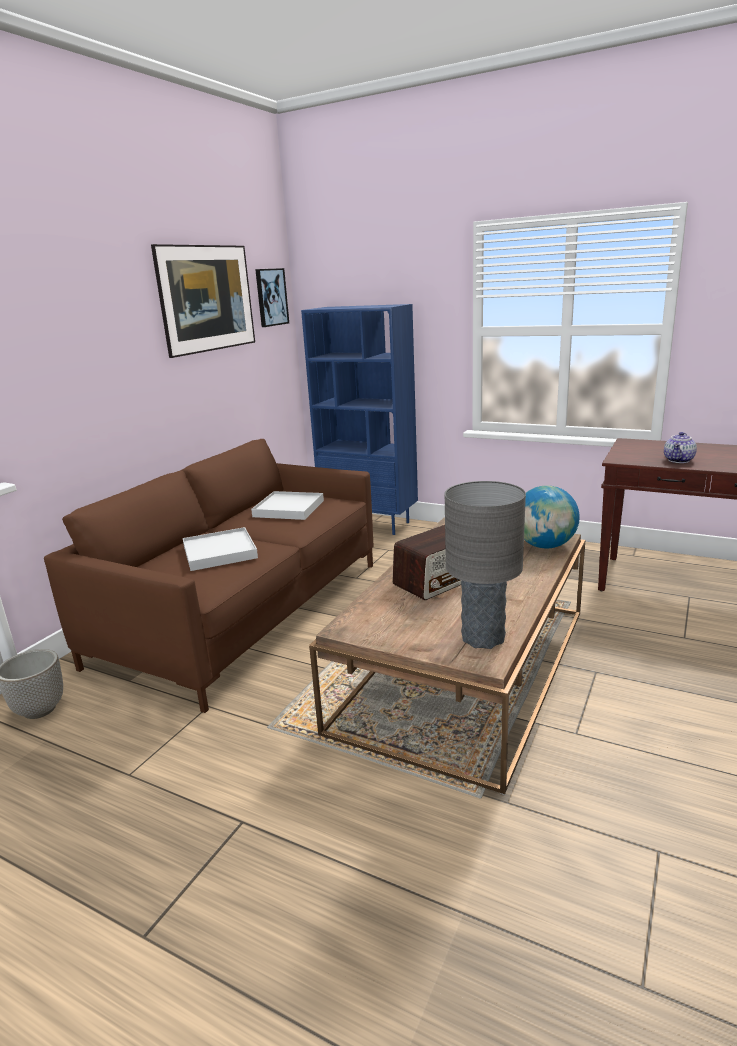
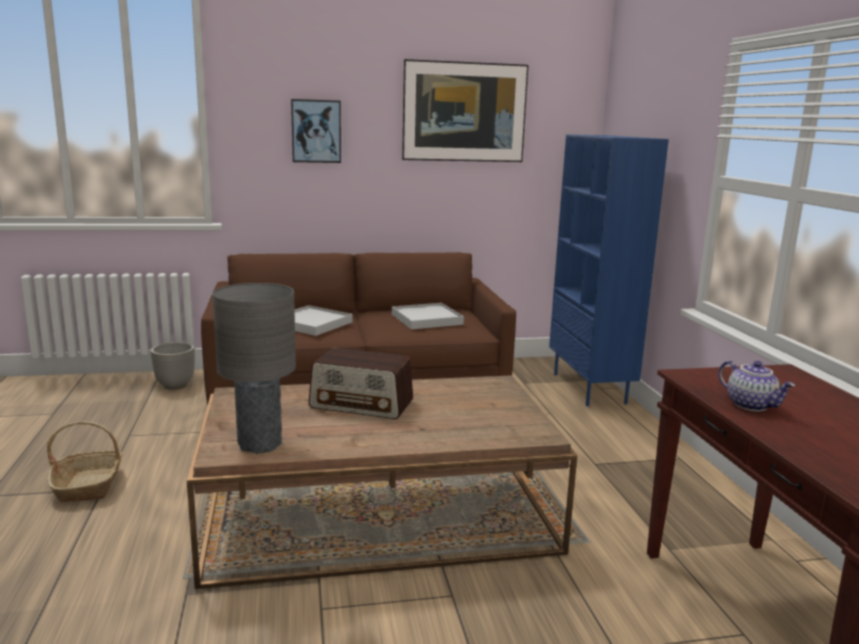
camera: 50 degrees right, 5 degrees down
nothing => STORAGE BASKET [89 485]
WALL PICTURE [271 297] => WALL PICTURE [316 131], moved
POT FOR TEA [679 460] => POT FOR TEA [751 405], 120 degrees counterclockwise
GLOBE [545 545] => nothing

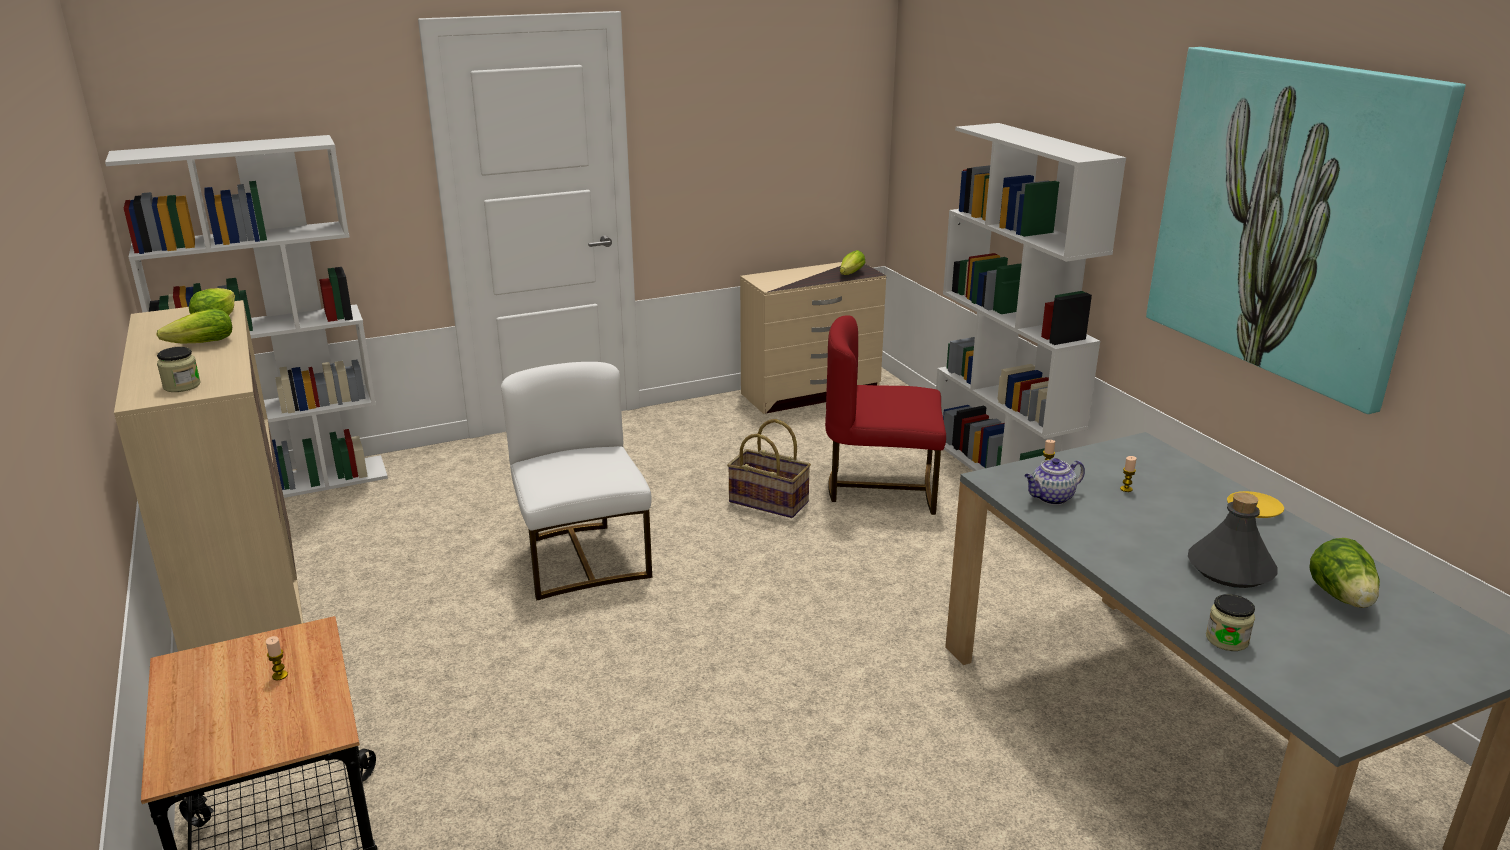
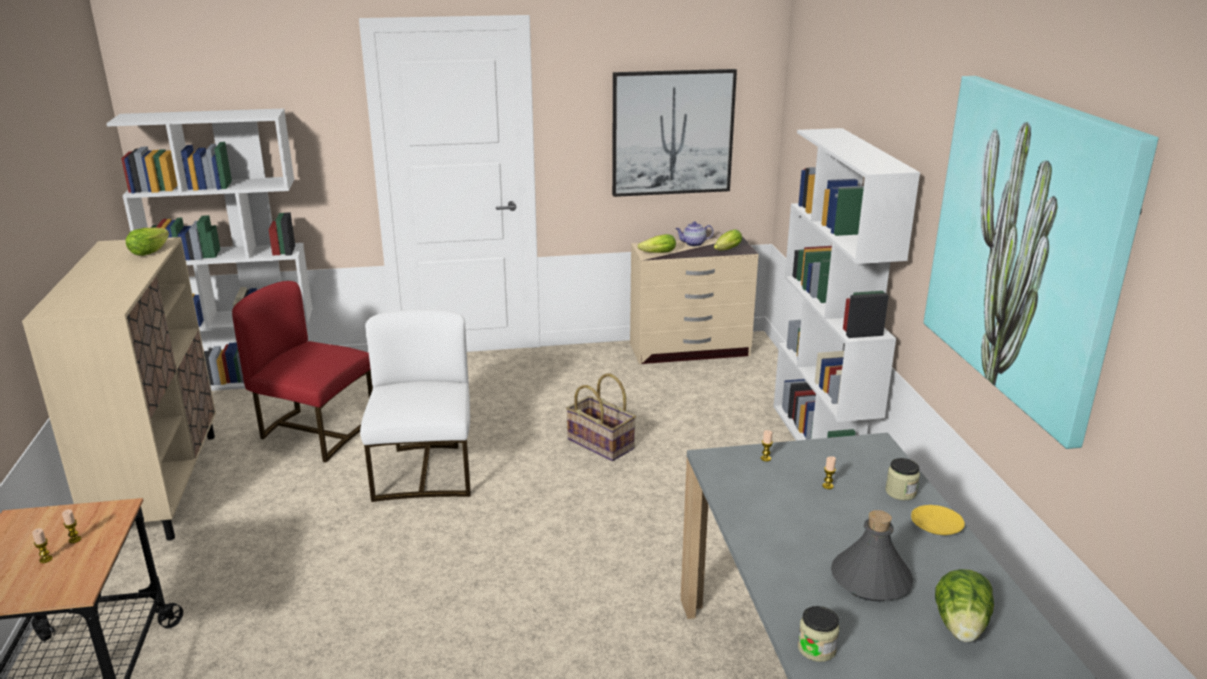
camera: 15 degrees right, 0 degrees up
nothing => WAX CANDLE [46 559]
RED-COLOURED CHAIR [882 487] => RED-COLOURED CHAIR [315 432], moved
nothing => WALL PICTURE [672 133]
LETTUCE HEAD [198 344] => LETTUCE HEAD [656 253], moved
POT FOR TEA [1051 498] => POT FOR TEA [693 244], moved
STORAGE JAR [182 386] => STORAGE JAR [900 492], moved

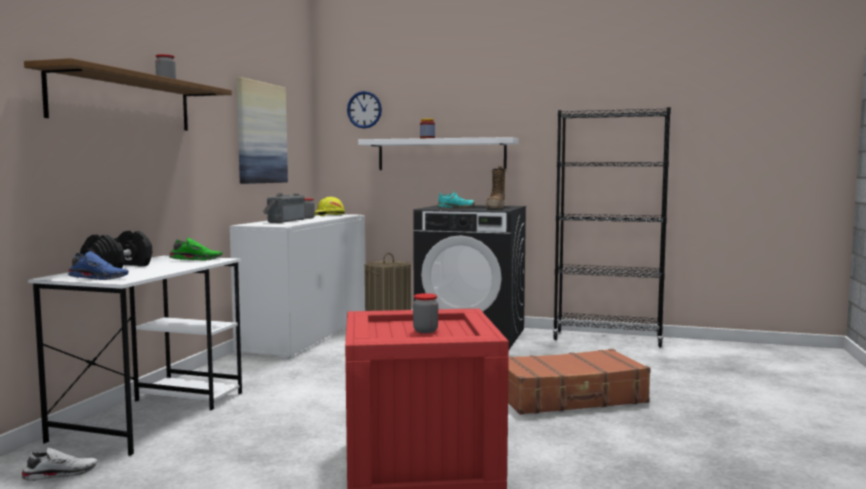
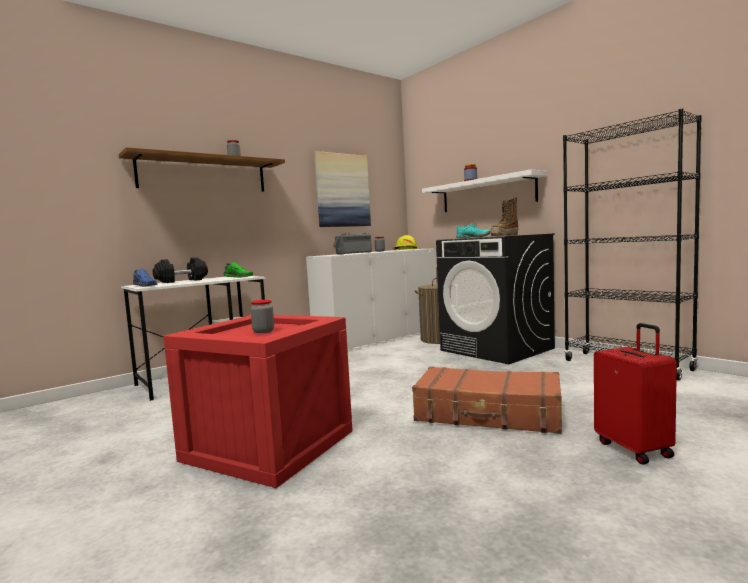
camera: 35 degrees right, 0 degrees up
nothing => RED-COLOURED TRAVEL CASE [635 449]
WHITISH LOW SHOE [60 474] => nothing
HANGING CLOCK [364 109] => nothing

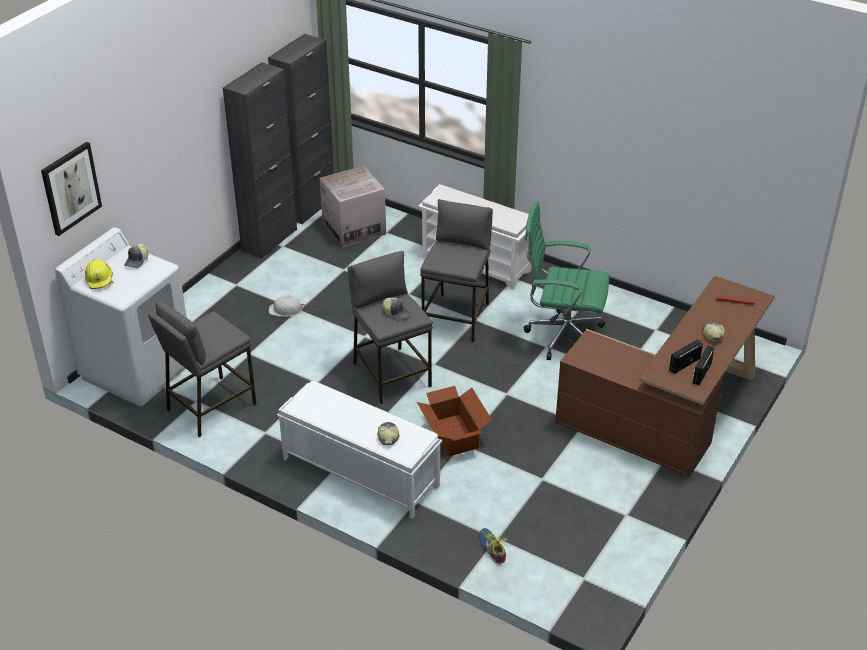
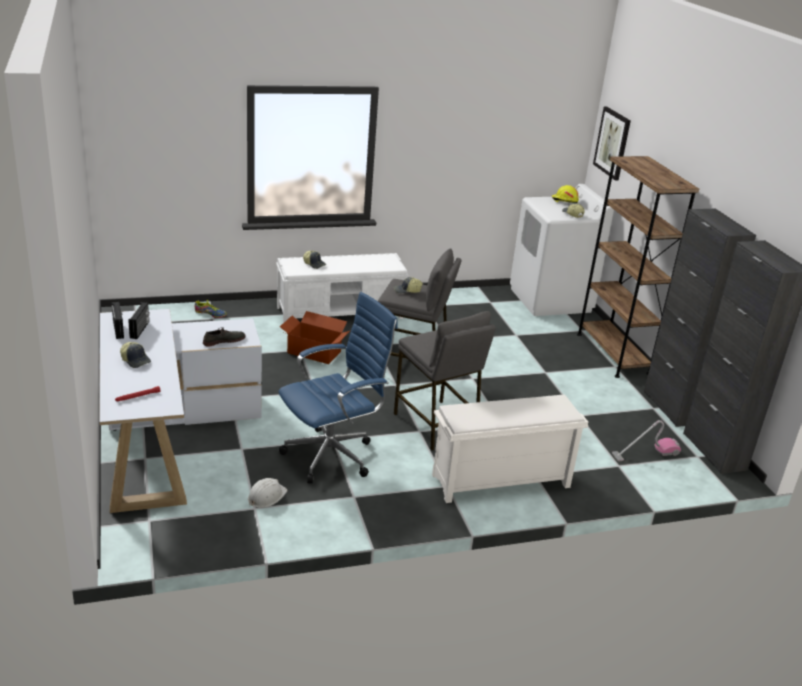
camera: 130 degrees right, 10 degrees down
BROWNISH DESK [669 414] => WHITISH DESK [167 438]
nothing => GREY LOW SHOE [224 340]
WHITISH WORK HELMET [286 310] => WHITISH WORK HELMET [266 496], moved
GREENISH DESK CHAIR [561 336] => BLUISH DESK CHAIR [333 455]
nothing => BROWNISH SHELVING UNIT [613 353]
CARDBOARD BOX [354 228] => VACUUM [645 453]
GREY STOOL [210 406] => nothing

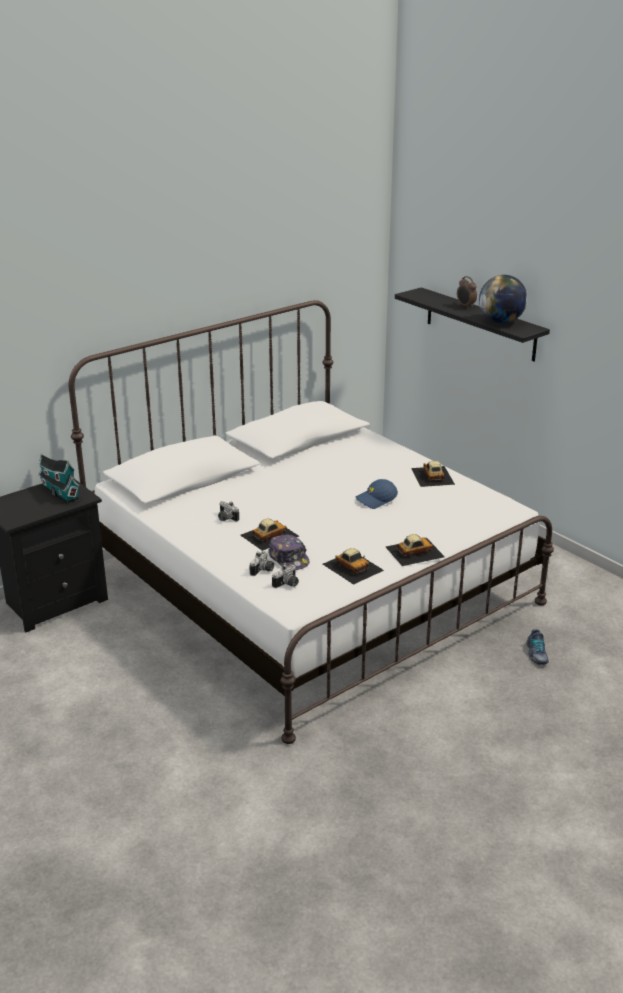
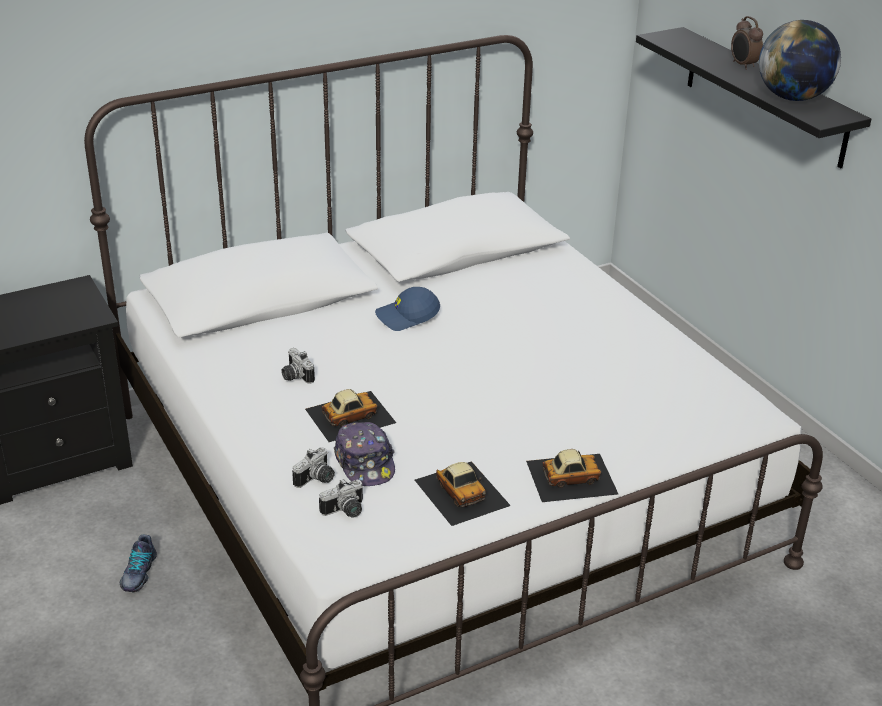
camera: 10 degrees right, 5 degrees up
LOW SHOE [536 654] => LOW SHOE [138 573], moved
BLUISH PEAKED CAP [376 500] => BLUISH PEAKED CAP [407 317], moved
TOY HOUSE [59 492] => nothing
TOY CAR [432 476] => nothing

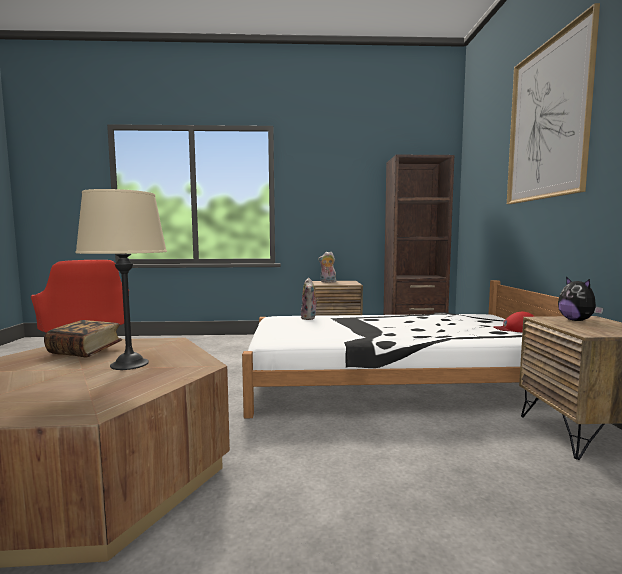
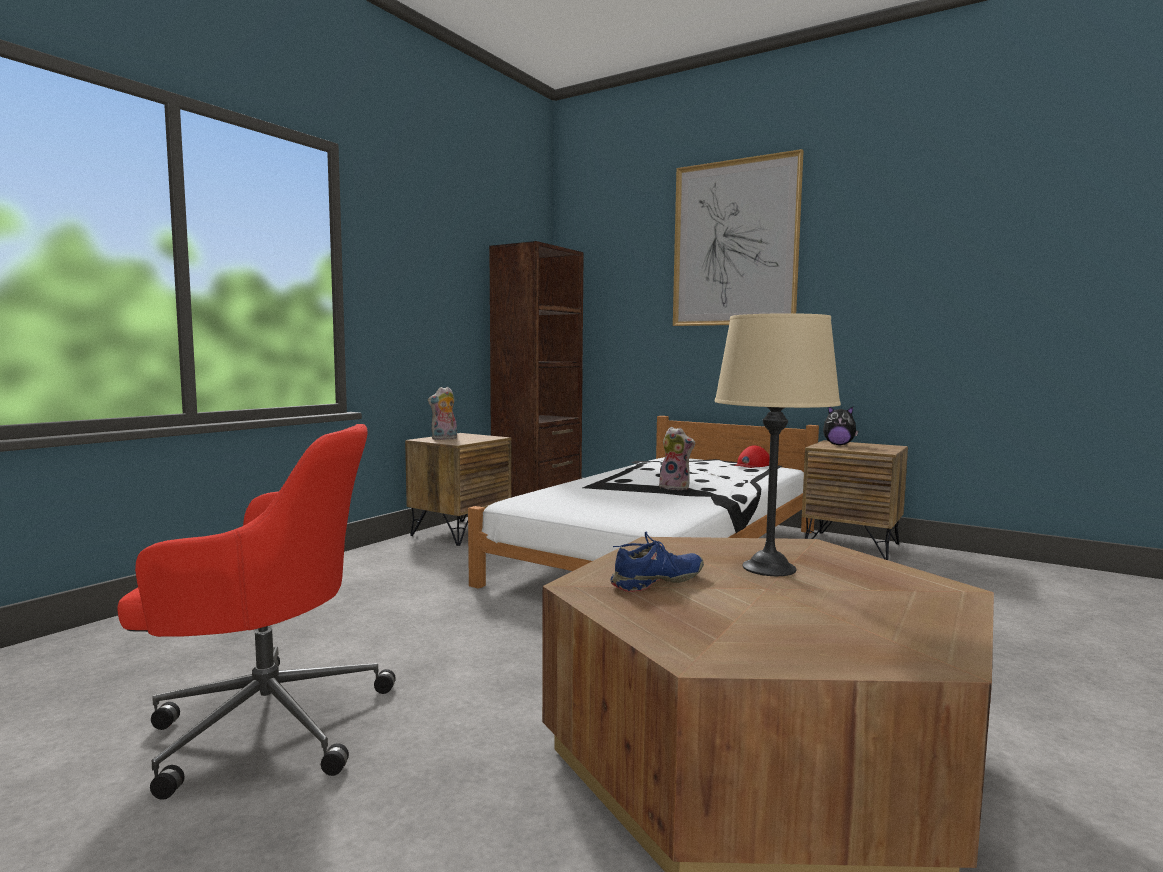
camera: 55 degrees left, 0 degrees up
BOUND BOOK [85 351] => BLUISH LOW SHOE [657 582]
PLUSH TOY [309 318] => PLUSH TOY [676 487], moved

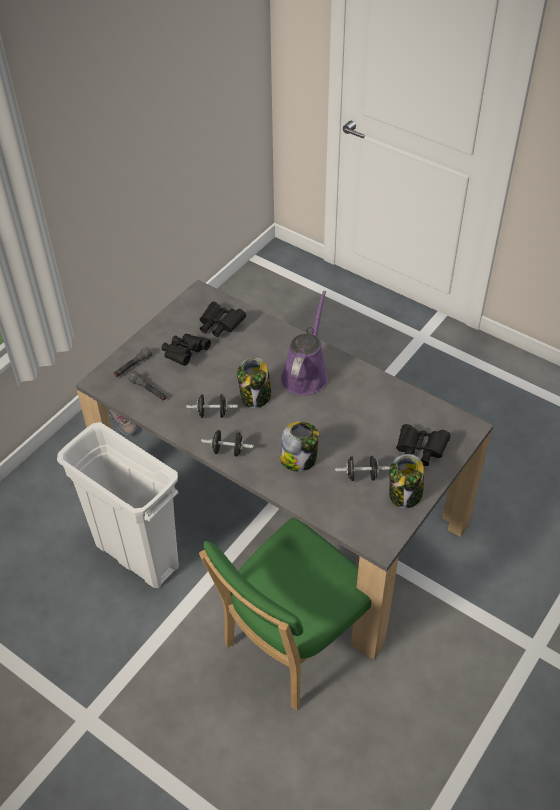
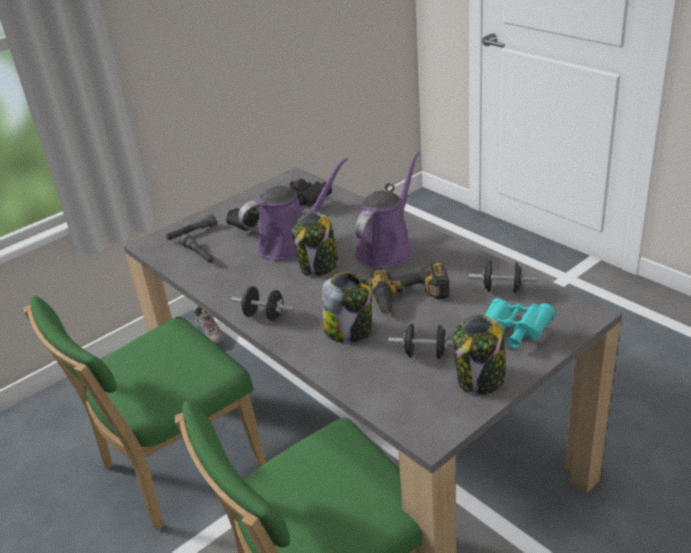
camera: 15 degrees right, 15 degrees down
WHITISH TRASH CAN [136 556] => GREENISH CHAIR [175 468]
nothing => PURPLE SPRINKLING CAN [290 243]
nothing => DRILL [411 299]
BLACKISH DUMBBELL [212 413] => BLACKISH DUMBBELL [502 290], moved
BLACKISH PAIR OF BINOCULARS [419 451] => TURQUOISE PAIR OF BINOCULARS [512 333]

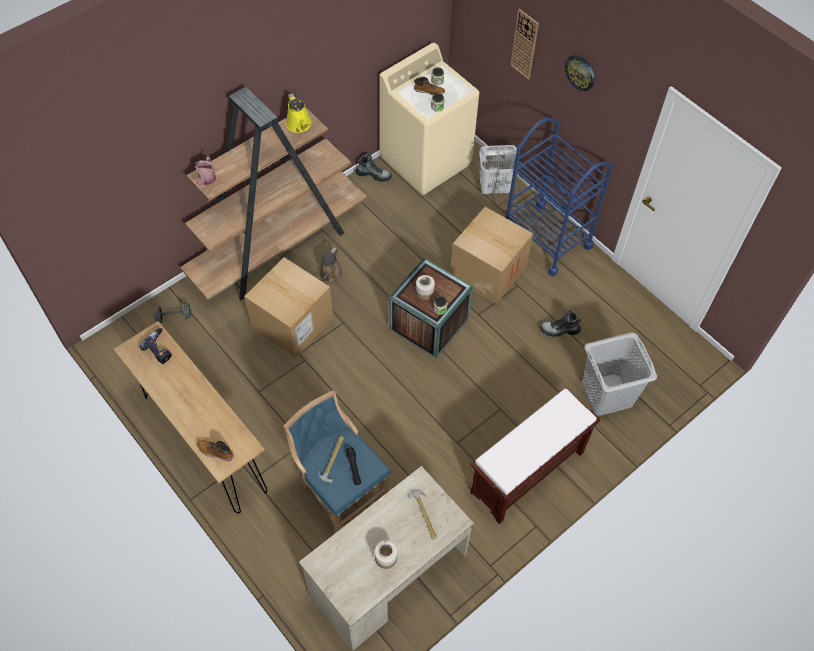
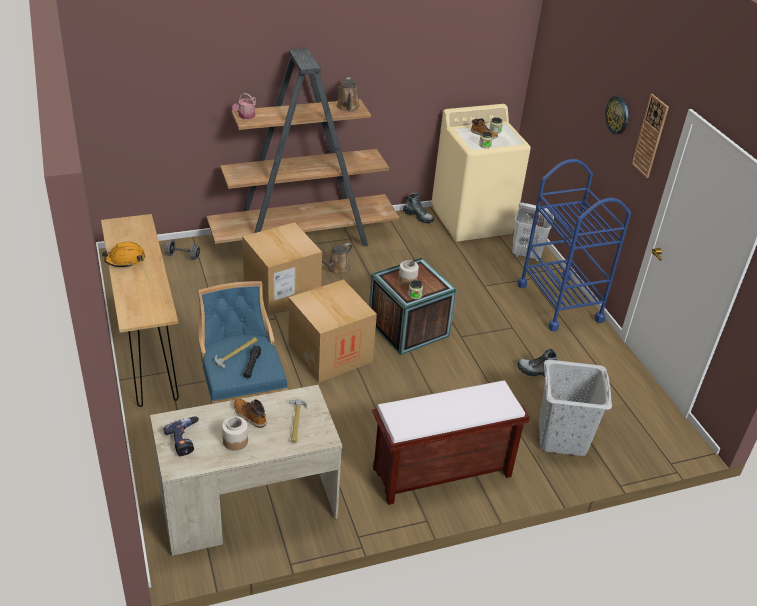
camera: 20 degrees right, 20 degrees down
nothing => ORANGE WORK HELMET [125 260]
DRILL [160 348] => DRILL [186 439], moved
TALL BOOT [215 452] => TALL BOOT [249 416], moved
CARDBOARD BOX [488 271] => CARDBOARD BOX [330 353], moved
YELLOWISH SPRINKLING CAN [300 125] => BROWNISH SPRINKLING CAN [348 107]
HANGING CLOCK [524 44] => HANGING CLOCK [650 136], moved

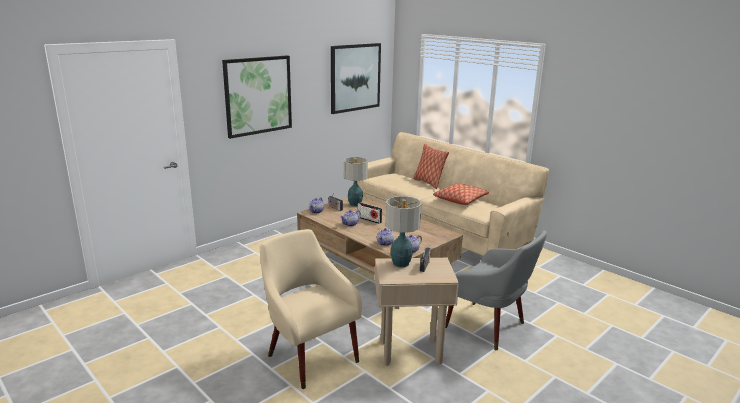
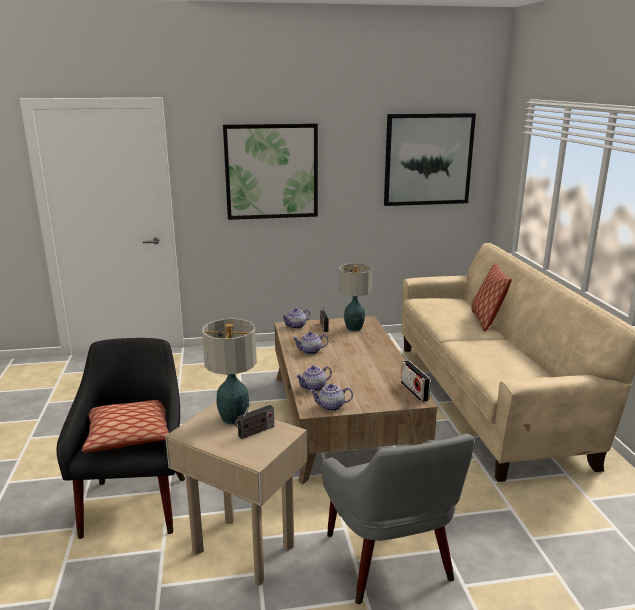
camera: 35 degrees right, 0 degrees up
BEIGE-COLOURED ARMCHAIR [310 355] => BLACKISH ARMCHAIR [136 500]
CUSHION [460 200] => CUSHION [129 435], moved
RADIO RECEIVER [369 220] => RADIO RECEIVER [414 391], moved

